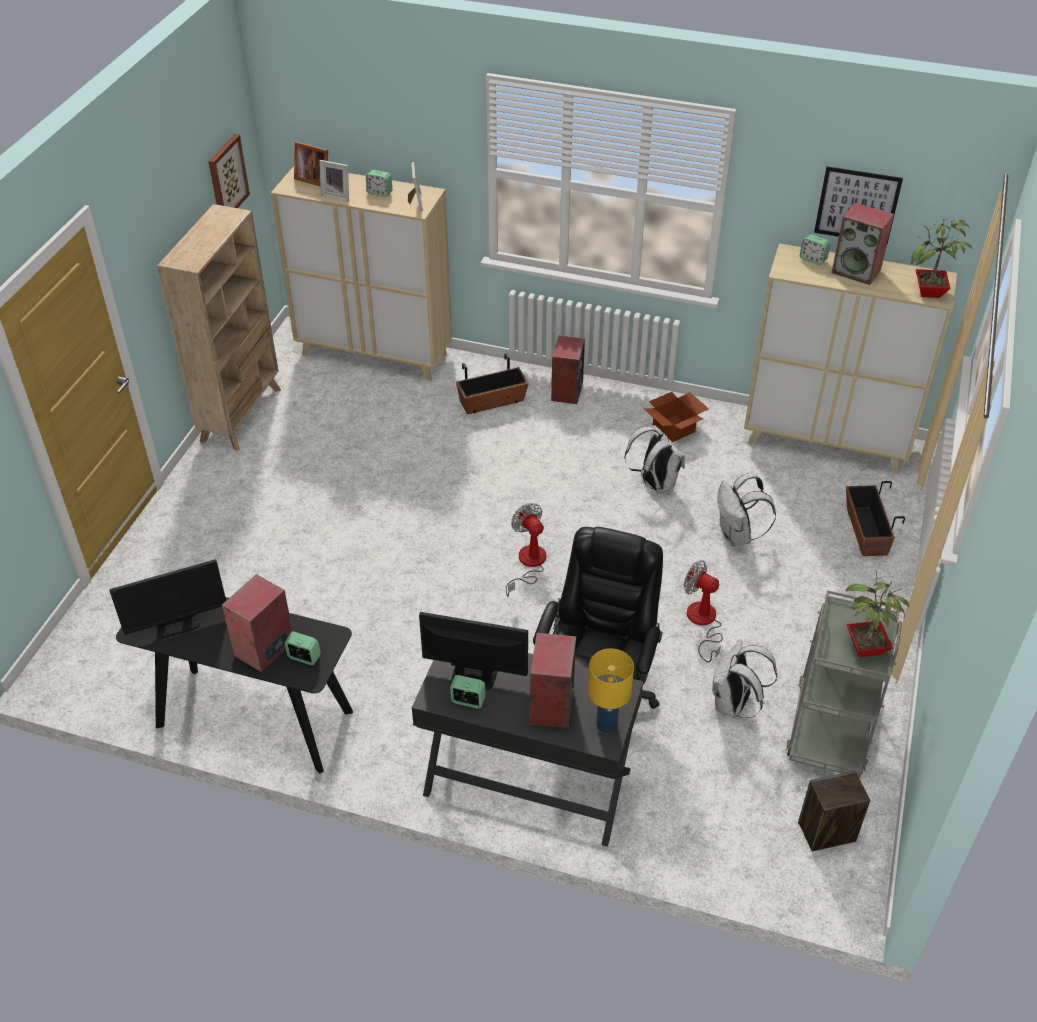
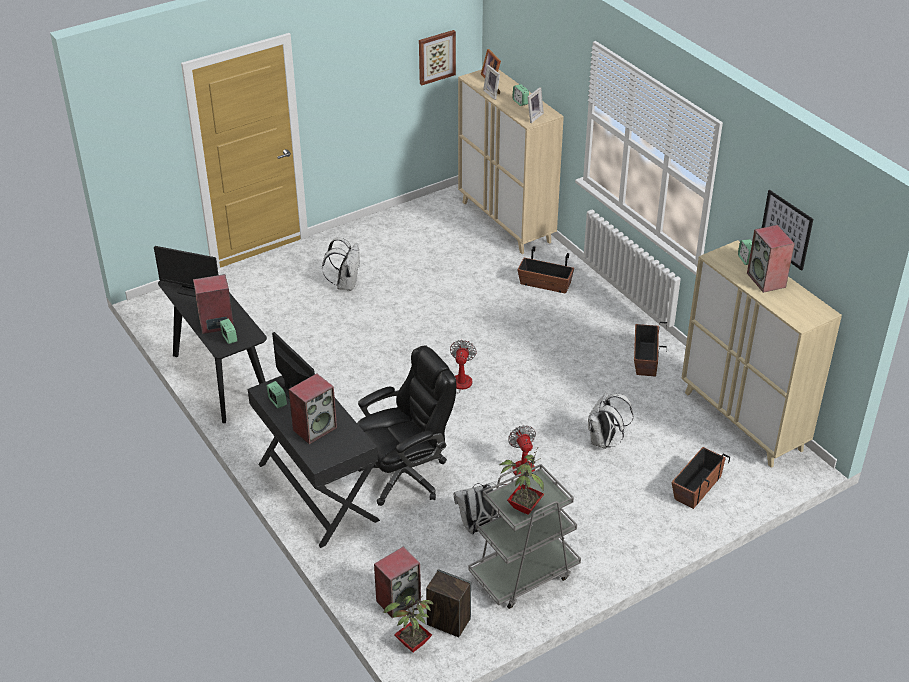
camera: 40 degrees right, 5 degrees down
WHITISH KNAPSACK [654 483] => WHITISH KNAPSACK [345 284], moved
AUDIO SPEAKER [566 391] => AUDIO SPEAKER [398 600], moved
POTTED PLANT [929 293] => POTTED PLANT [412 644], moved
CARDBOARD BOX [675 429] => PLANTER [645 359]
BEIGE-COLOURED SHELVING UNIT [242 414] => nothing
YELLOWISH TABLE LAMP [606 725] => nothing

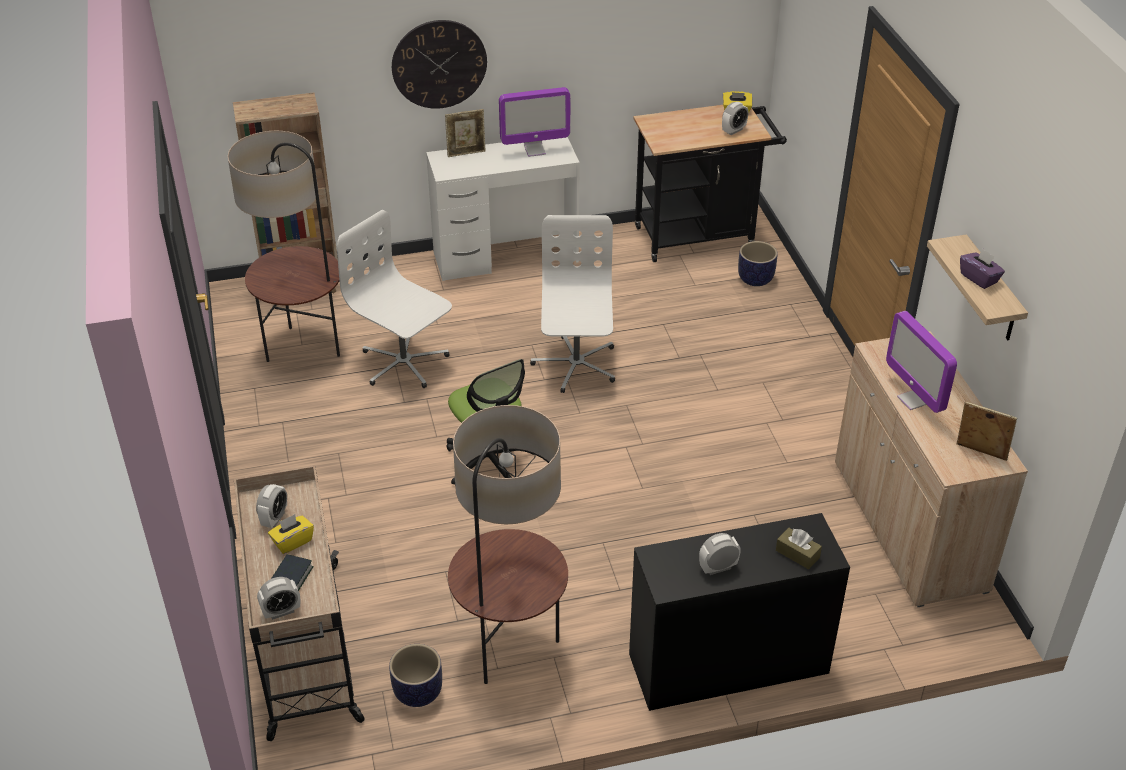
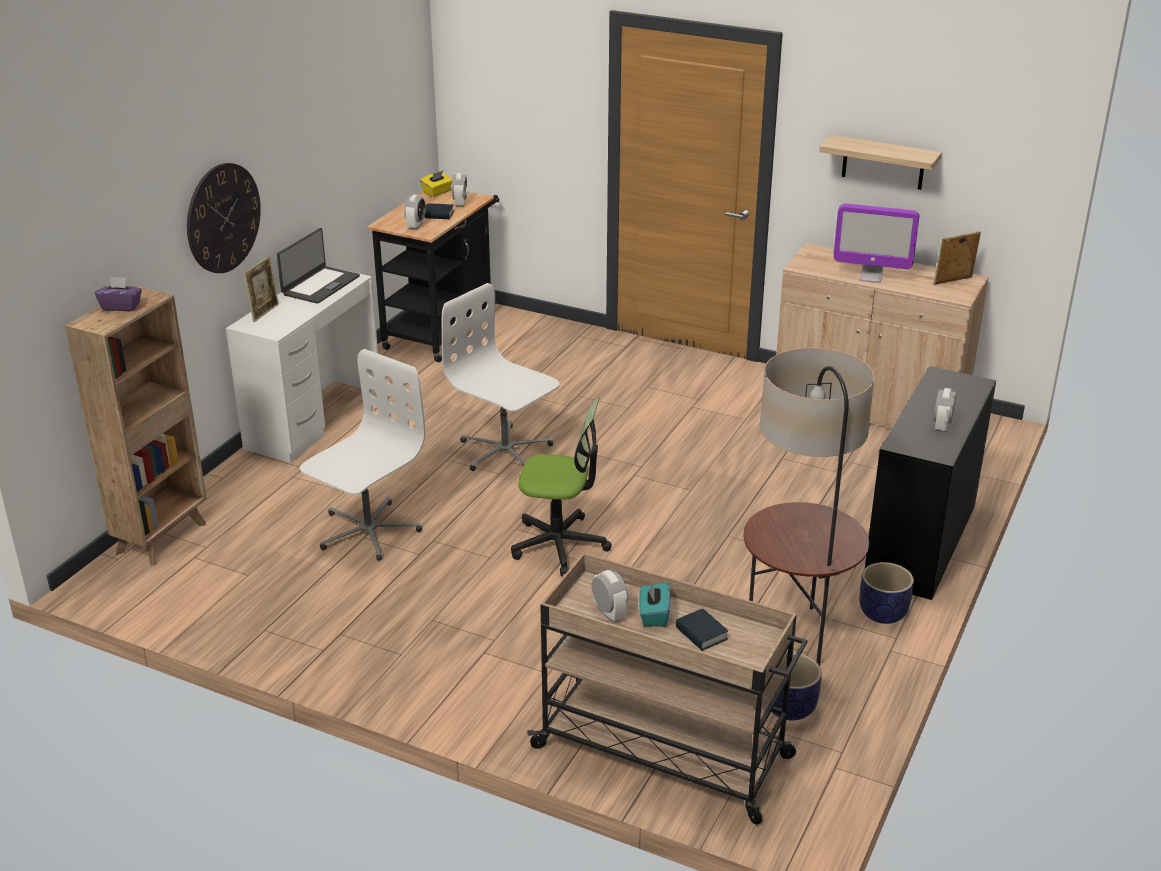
camera: 50 degrees left, 10 degrees down
PURPLE BOX OF TISSUES [979 278] => PURPLE BOX OF TISSUES [121 307], moved
MONITOR [535 150] => LAPTOP [320 285]
WHITISH DESK CHAIR [403 363] => WHITISH DESK CHAIR [367 531], 135 degrees clockwise
ALARM CLOCK [281 611] => ALARM CLOCK [416 226], moved
nothing => BOUND BOOK [438 215]
YELLOWISH BOX OF TISSUES [292 541] => TURQUOISE BOX OF TISSUES [654 615]
PLANTER [755 279] => PLANTER [882 613], moved
STANDING LAMP [304 349] => nothing
BROWNISH BOX OF TISSUES [797 554] => nothing

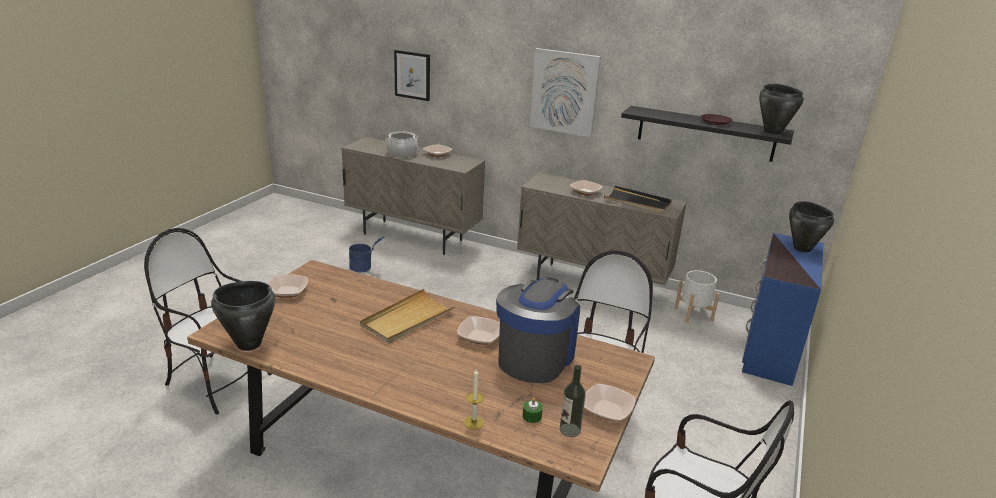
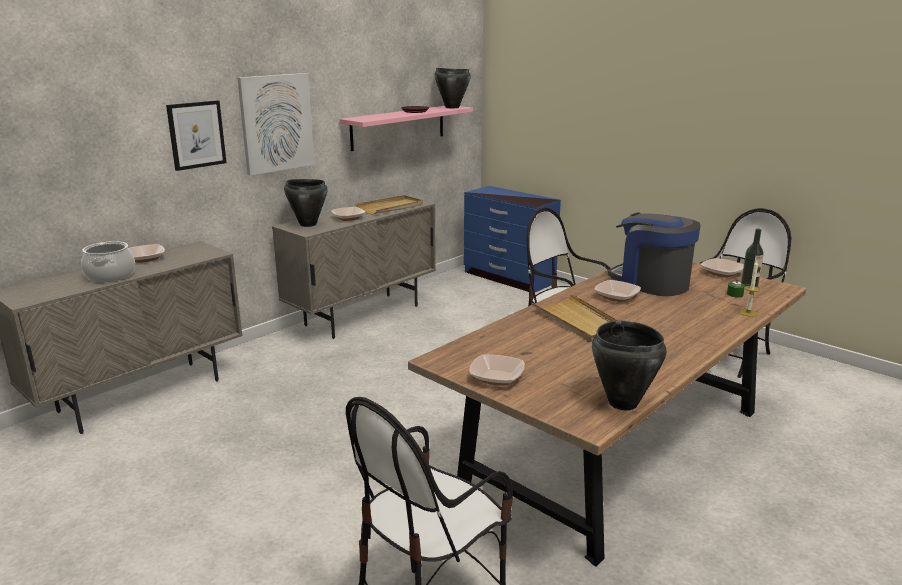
camera: 70 degrees left, 5 degrees down
WALL PICTURE [412 75] => WALL PICTURE [196 135], moved
BLACKISH STOCKPOT [802 248] => BLACKISH STOCKPOT [308 224], moved
BLACKISH SHELF [705 133] => PINKISH SHELF [398 127]
BLACKISH SERVING TRAY [637 202] => BEIGE-COLOURED SERVING TRAY [390 207]
BLUISH PAIL [364 268] => nothing
WHITISH PLANTER [693 314] => nothing

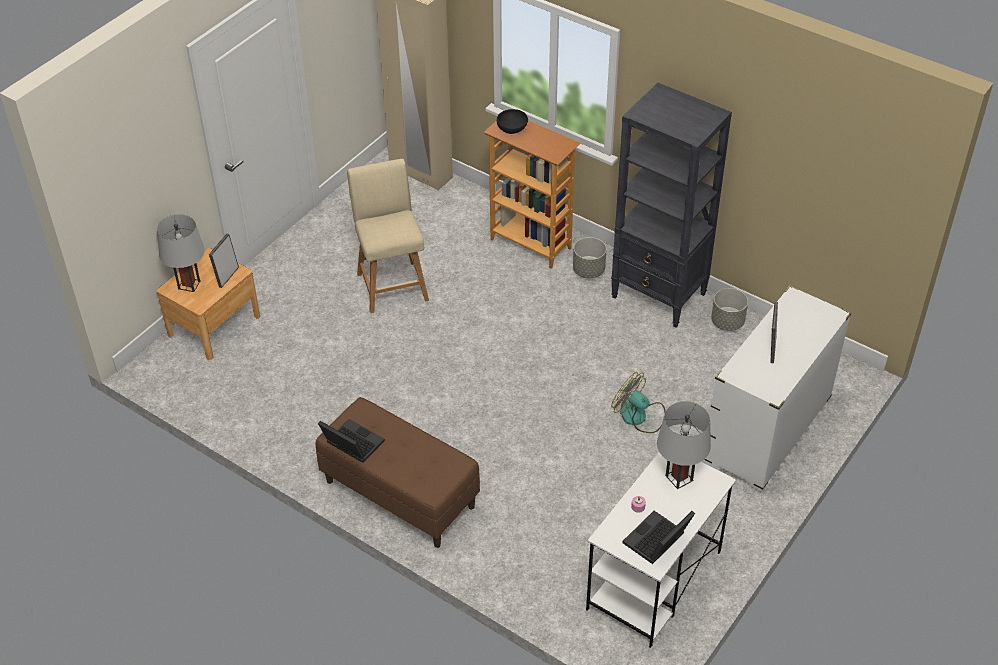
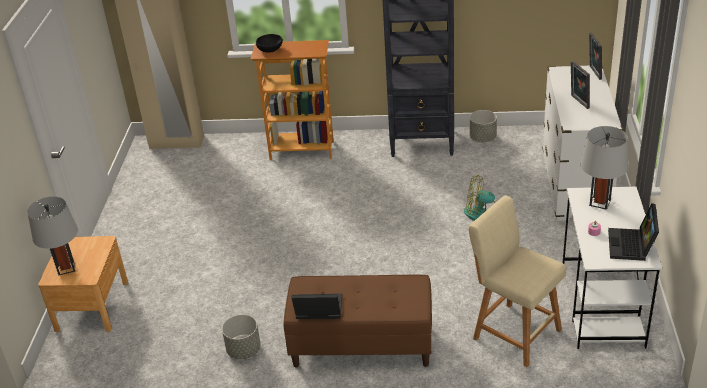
camera: 30 degrees left, 10 degrees down
GREY PLANTER [588 270] => GREY PLANTER [243 350], moved
BEIGE-COLOURED STOOL [391 284] => BEIGE-COLOURED STOOL [513 332], moved
PHOTO FRAME [227 276] => PHOTO FRAME [593 73], moved

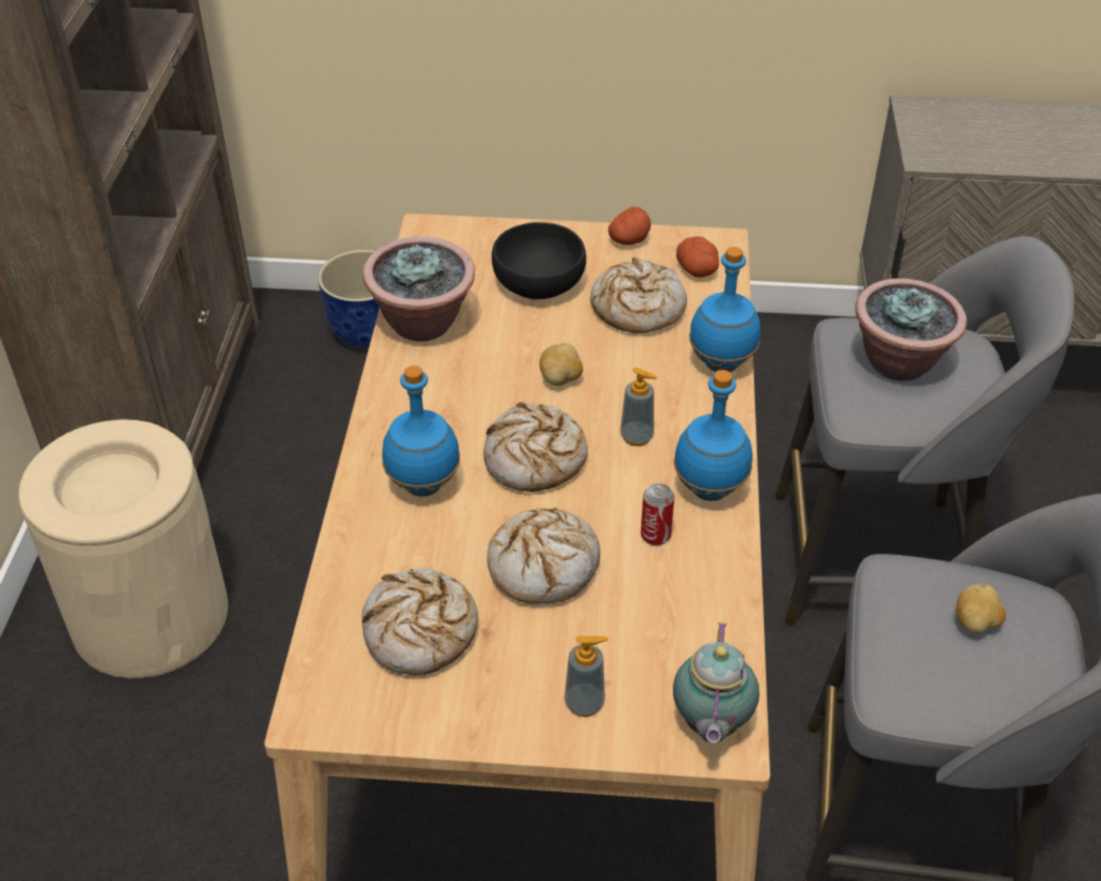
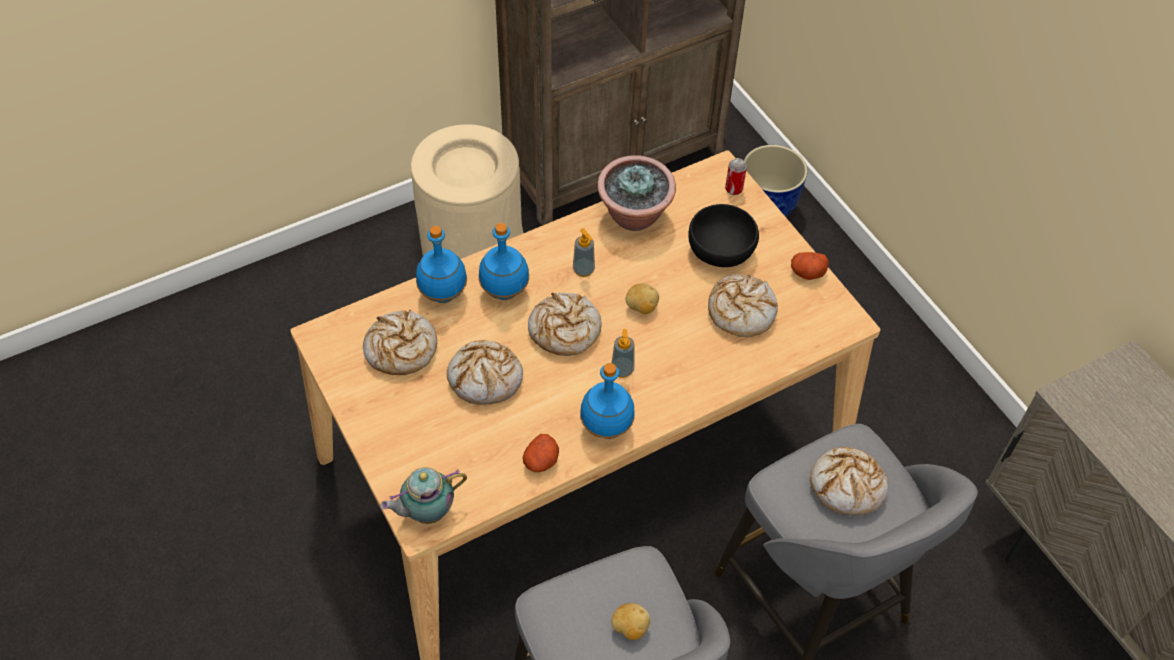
camera: 55 degrees right, 10 degrees up
BLUISH BEVERAGE BOTTLE [722 363] => BLUISH BEVERAGE BOTTLE [444 294], moved
SPUD [698 270] => SPUD [541 461], moved
LIQUID SOAP BOTTLE [584 703] => LIQUID SOAP BOTTLE [583 270], moved
SEALED CAN [655 535] => SEALED CAN [733 189], moved
POTTED PLANT [899 362] => BREAD [847 486]

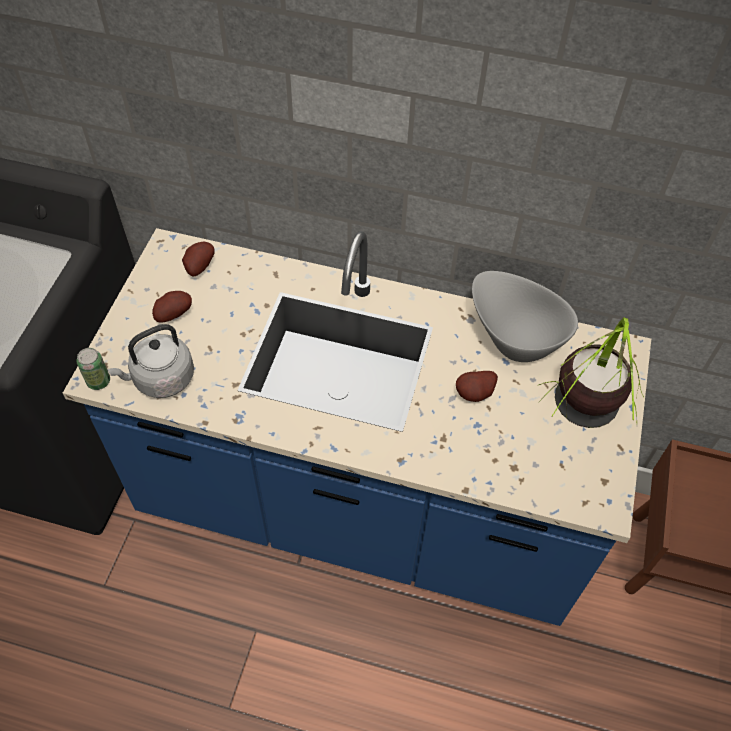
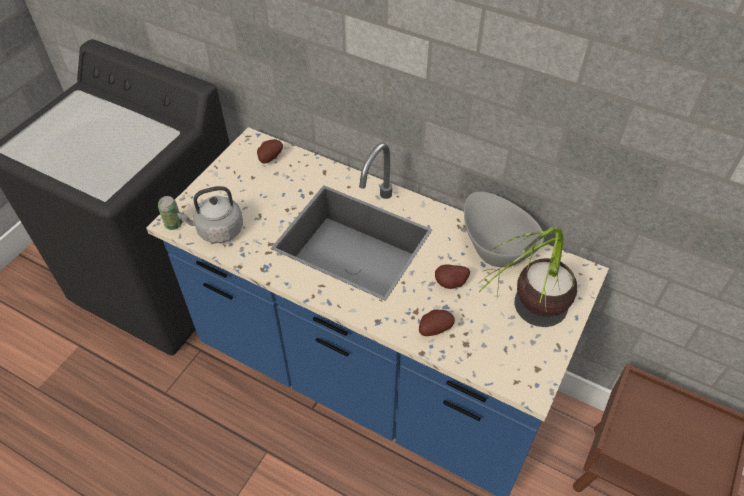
camera: 15 degrees right, 5 degrees down
SPUD [173 314] => SPUD [434 328], moved

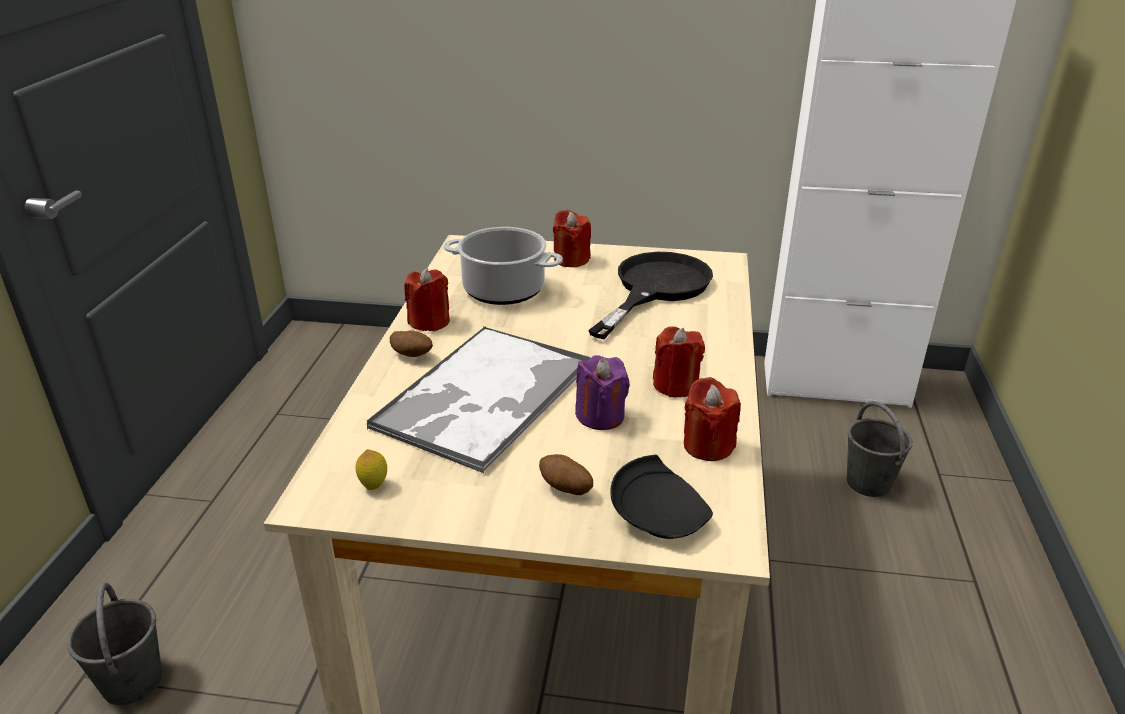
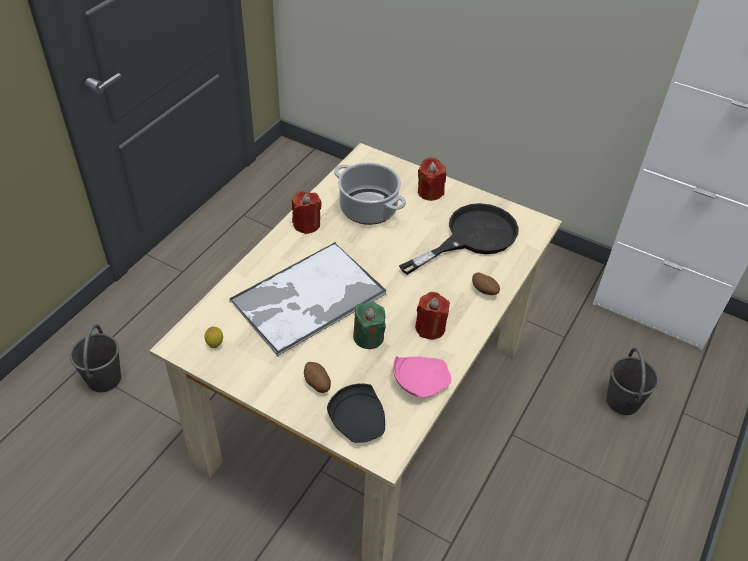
camera: 20 degrees right, 15 degrees up
PURPLE WAX CANDLE [600 416] => GREENISH WAX CANDLE [368 337]
RED-COLOURED WAX CANDLE [708 446] => PINKISH PLATE [419 382]
SPUD [412 356] => SPUD [484 291], moved

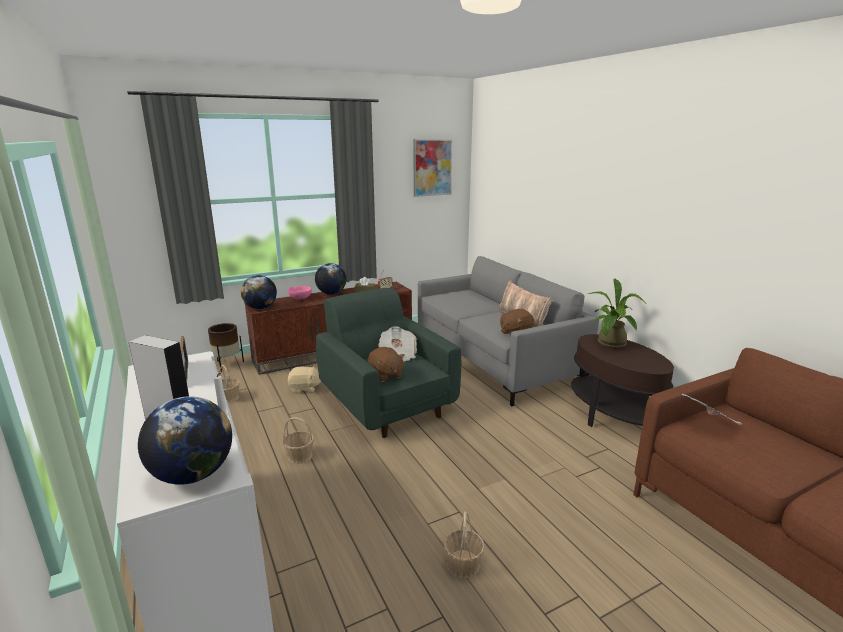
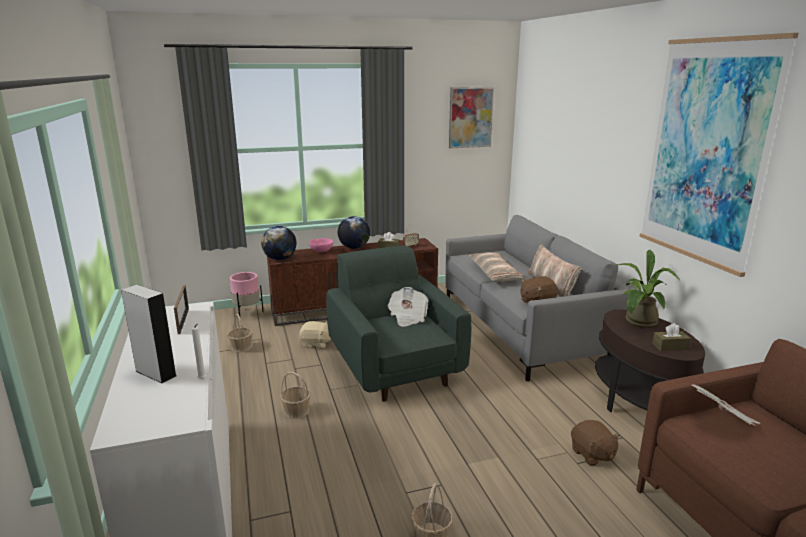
camera: 10 degrees right, 0 degrees up
BROWNISH PLANTER [227 364] => PINKISH PLANTER [247 313]
nothing => CUSHION [494 274]
BROWNISH PLUSH TOY [385 375] => BROWNISH PLUSH TOY [592 455], moved
nothing => WALL PICTURE [707 152]
nothing => BROWNISH BOX OF TISSUES [670 346]
GLOBE [193 475] => nothing

